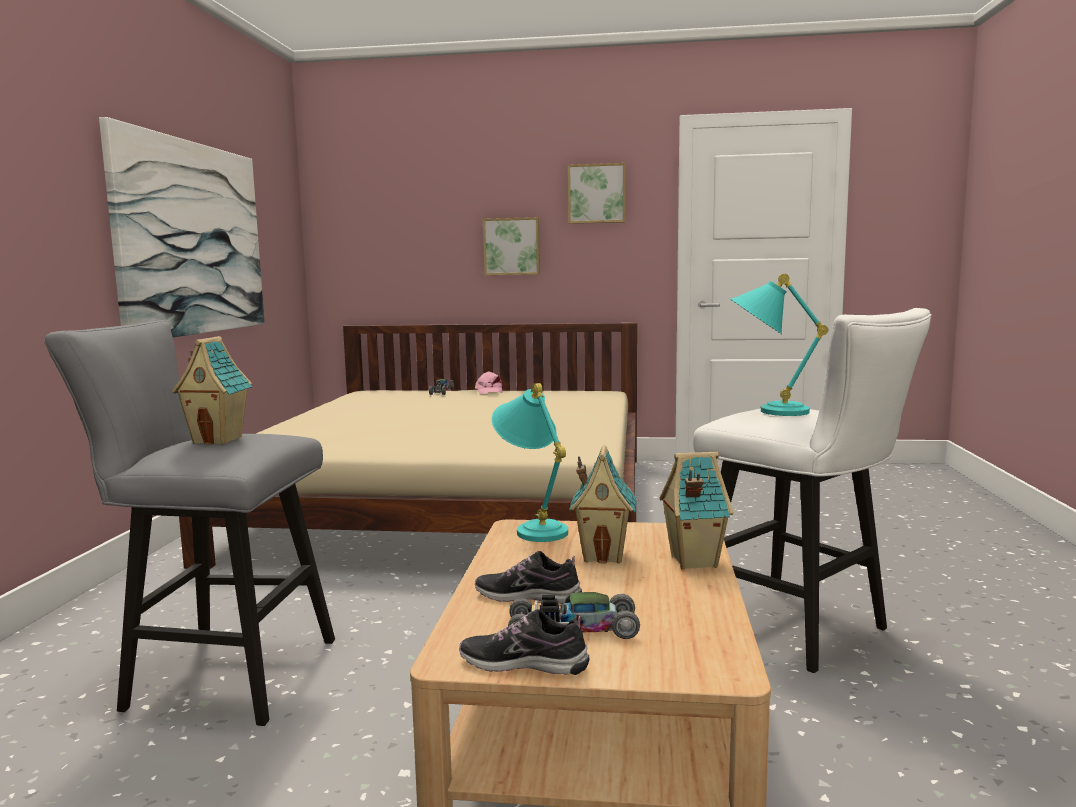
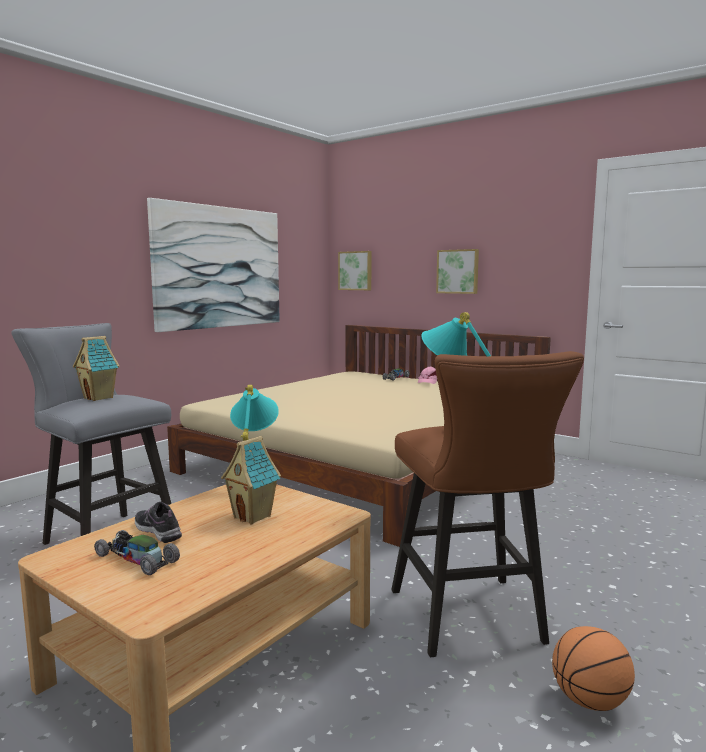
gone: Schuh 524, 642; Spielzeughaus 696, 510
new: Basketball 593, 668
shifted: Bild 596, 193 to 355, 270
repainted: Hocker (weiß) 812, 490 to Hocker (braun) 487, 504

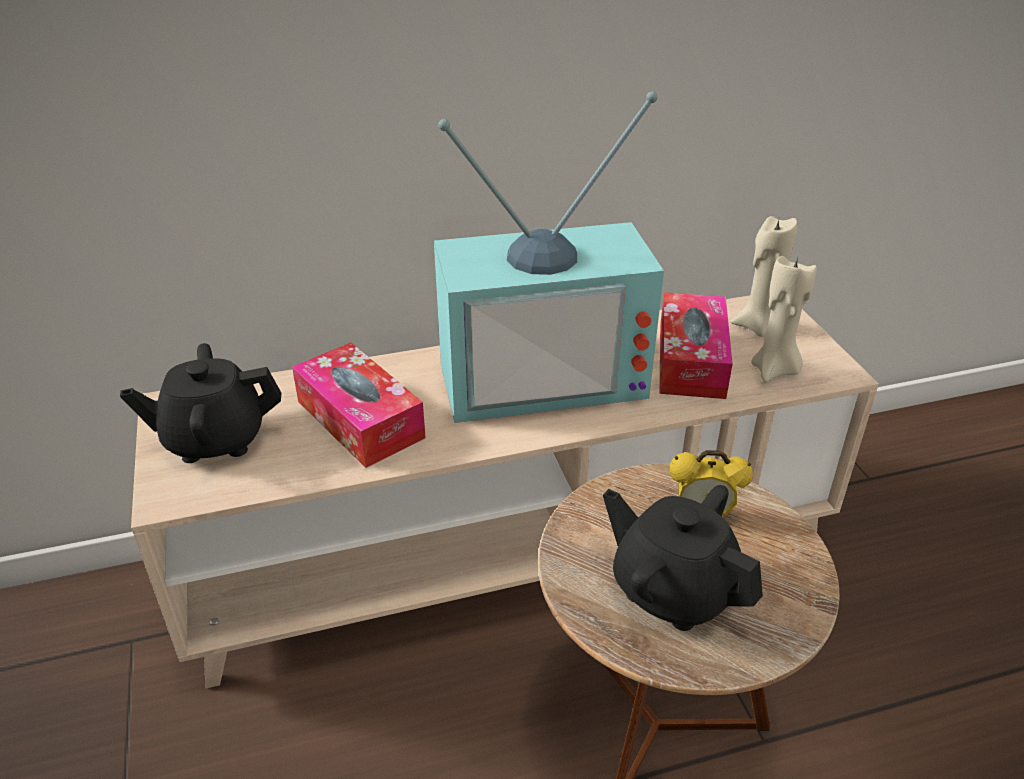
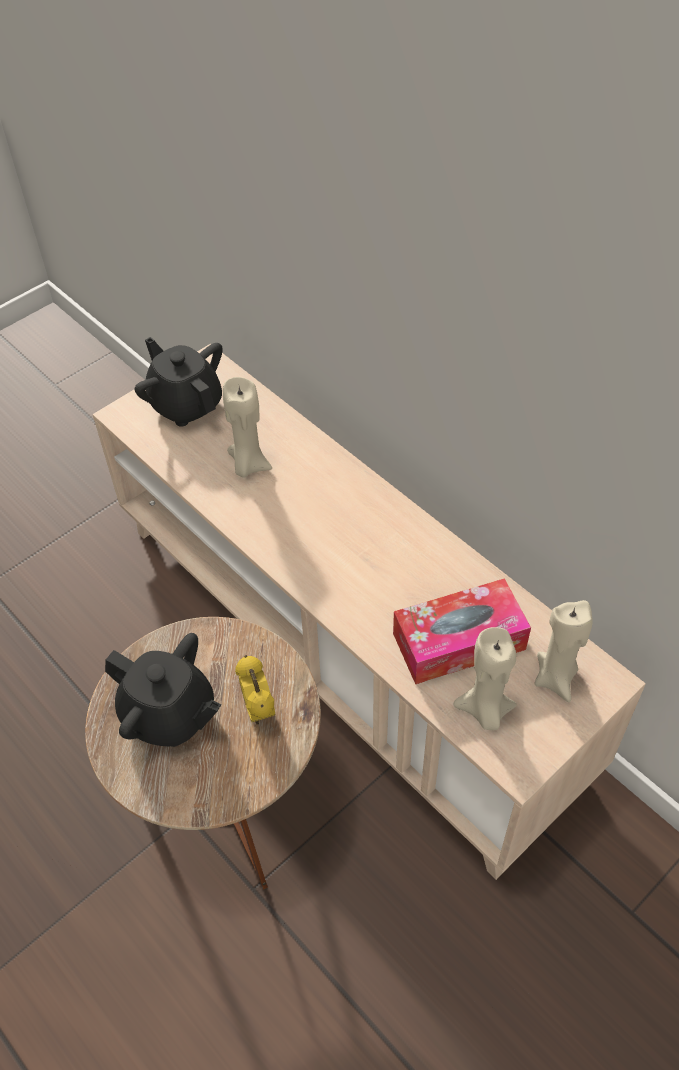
gone: Fernseher 549, 257
swapped: Taschentuchbox 359, 405 to Kerze (beige) 247, 427
rotated: Teekanne (schwarz) 683, 558 = 163, 690 105 degrees clockwise

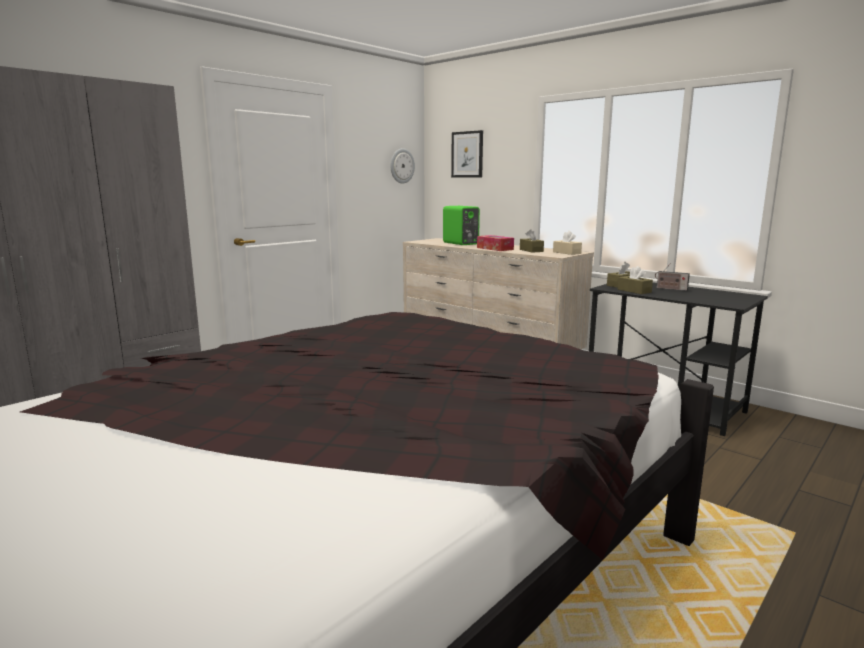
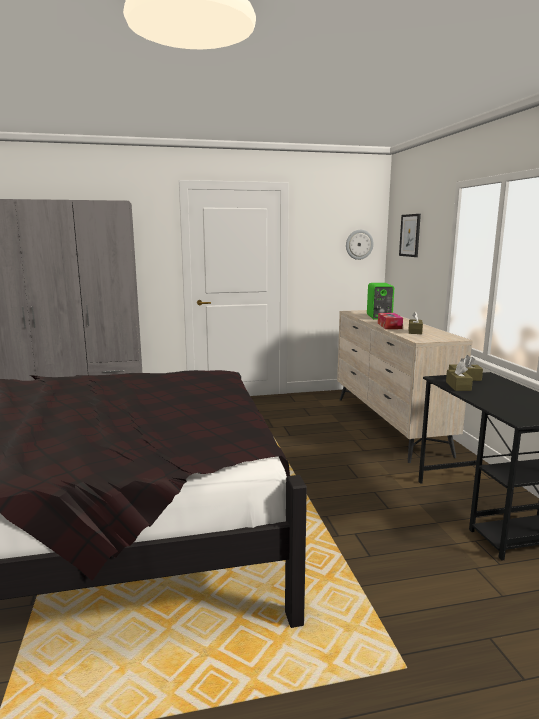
gone: Taschentuchbox (beige) 567, 243; Radio 672, 277

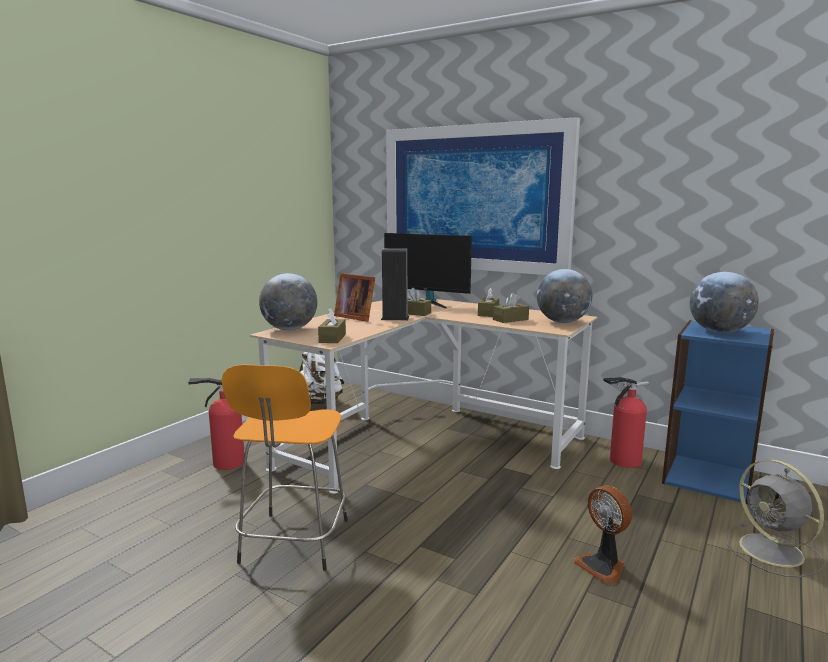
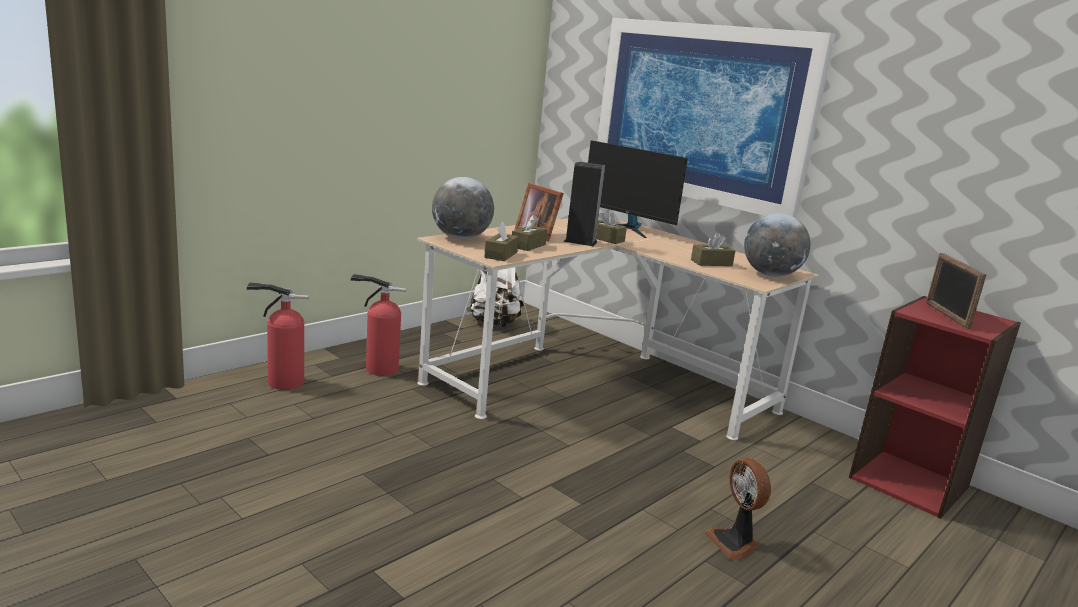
gone: Hocker (orange) 285, 468; Ventilator (grau) 775, 518
shifted: Taschentuchbox (braun) 488, 302 to 530, 233; Feuerlöscher 626, 422 to 278, 336
swapped: Globus 724, 302 to Bilderrahmen 956, 291
repainted: Bücherregal (blau) 718, 412 to Bücherregal (rot) 935, 407

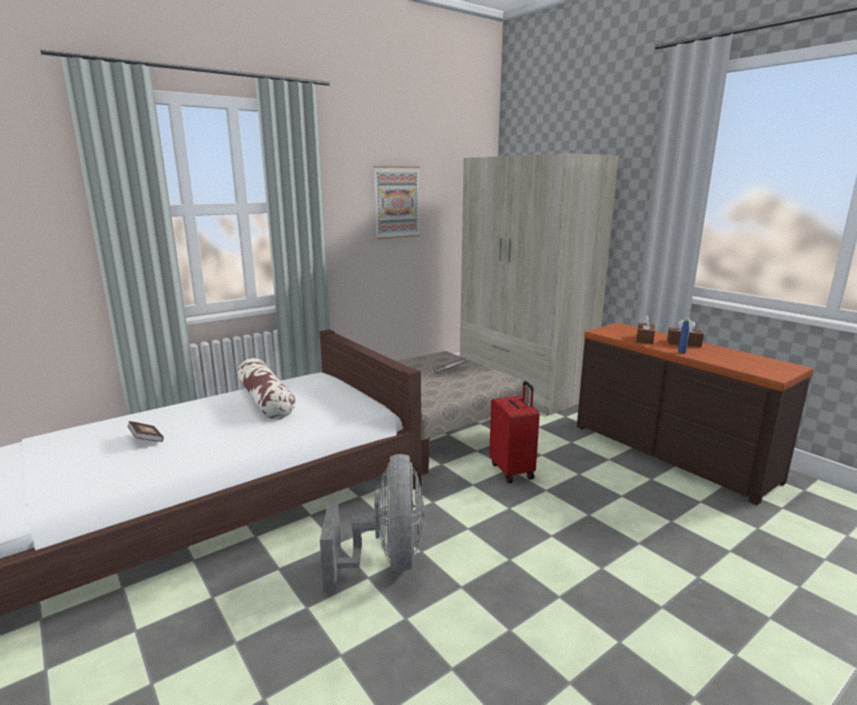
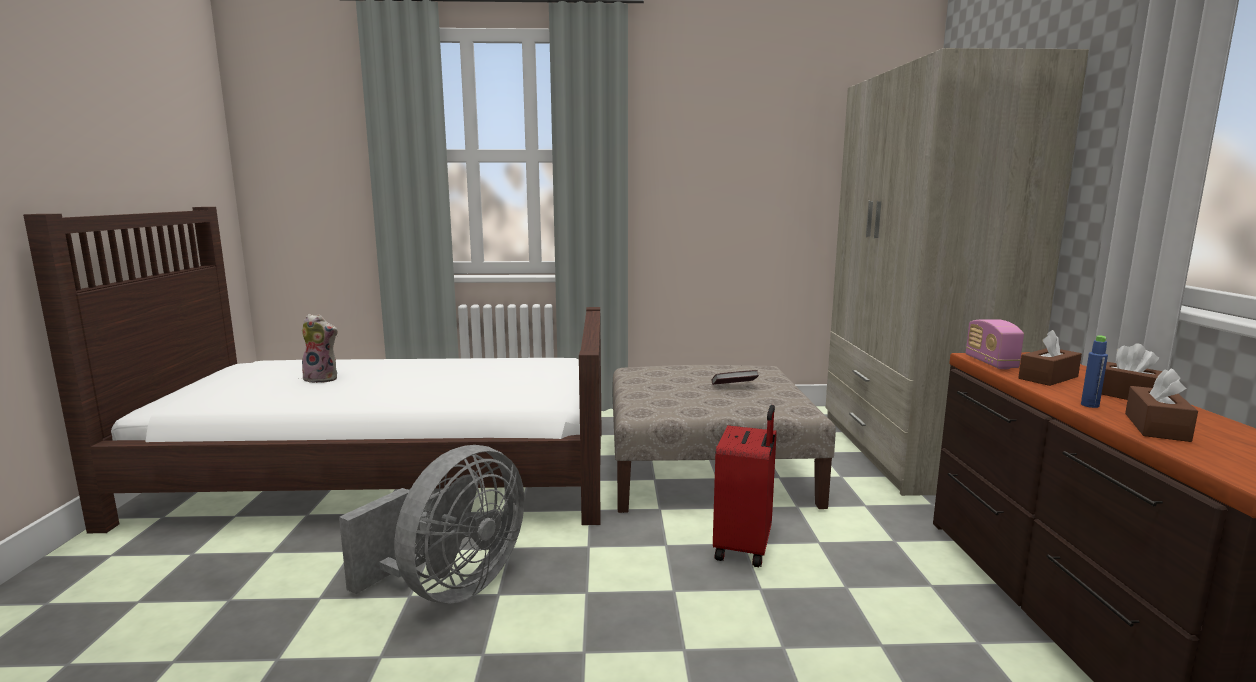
gone: Kissen 266, 389; Bild 396, 202
new: Radio 995, 344; Taschentuchbox (braun) 1161, 405
swapped: Buch 145, 431 to Plüschtier 320, 348

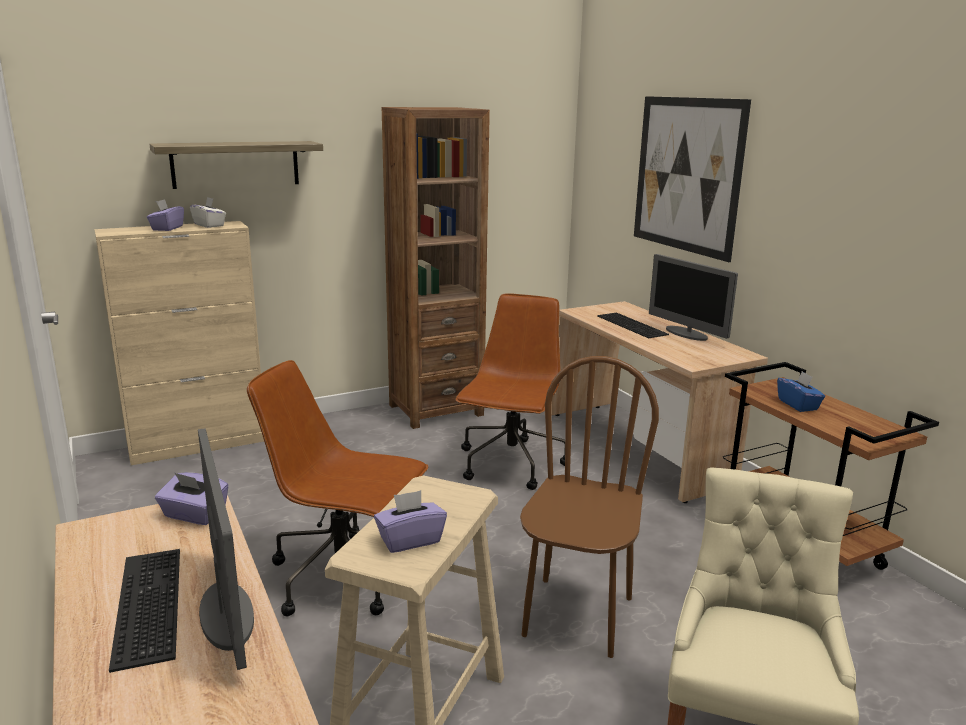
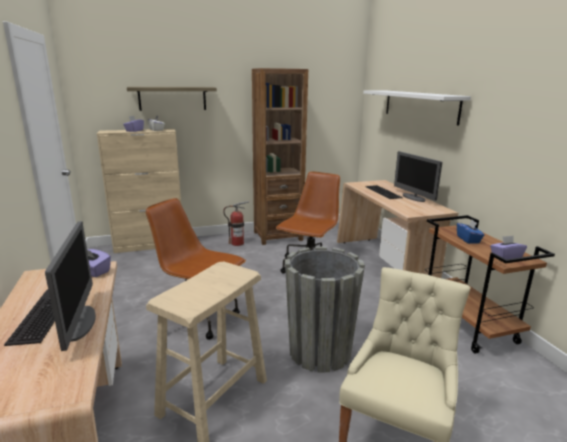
new: Feuerlöscher 236, 223
shifted: Taschentuchbox (lila) 410, 521 to 508, 247
swapped: Stuhl (braun) 589, 507 to Pflanzkübel (grau) 325, 309; Bild 692, 179 to Wandregal (weiß) 417, 108

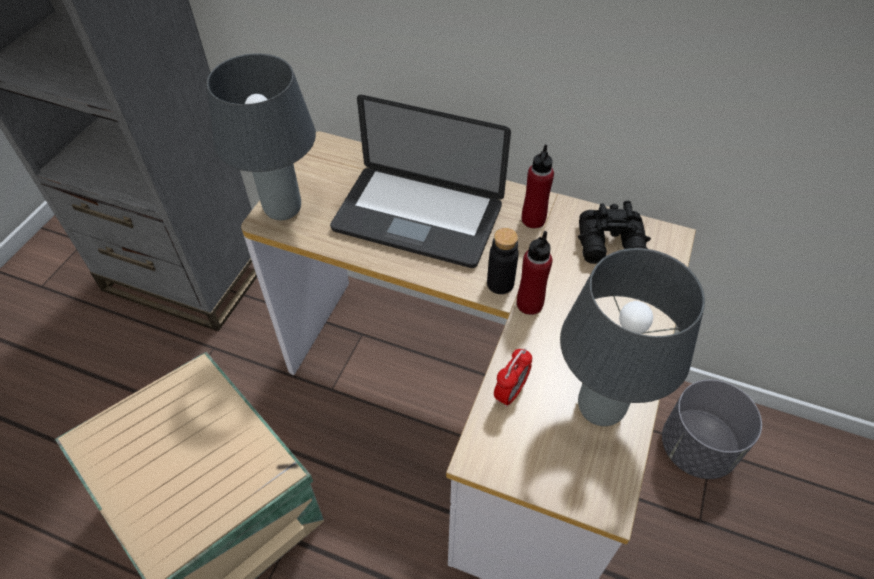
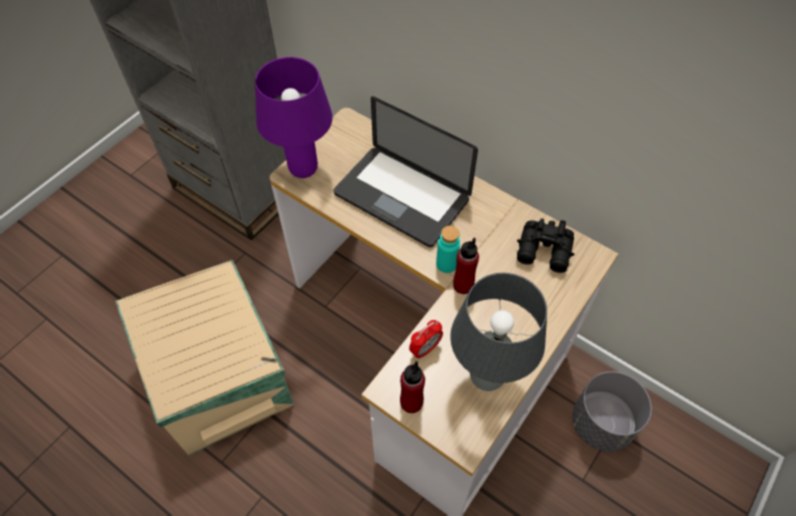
shifted: Flasche (rot) 538, 186 to 412, 387
repainted: Tischlampe (grau) 261, 136 to Tischlampe (lila) 293, 117; Flasche (schwarz) 503, 261 to Flasche (türkis) 448, 249

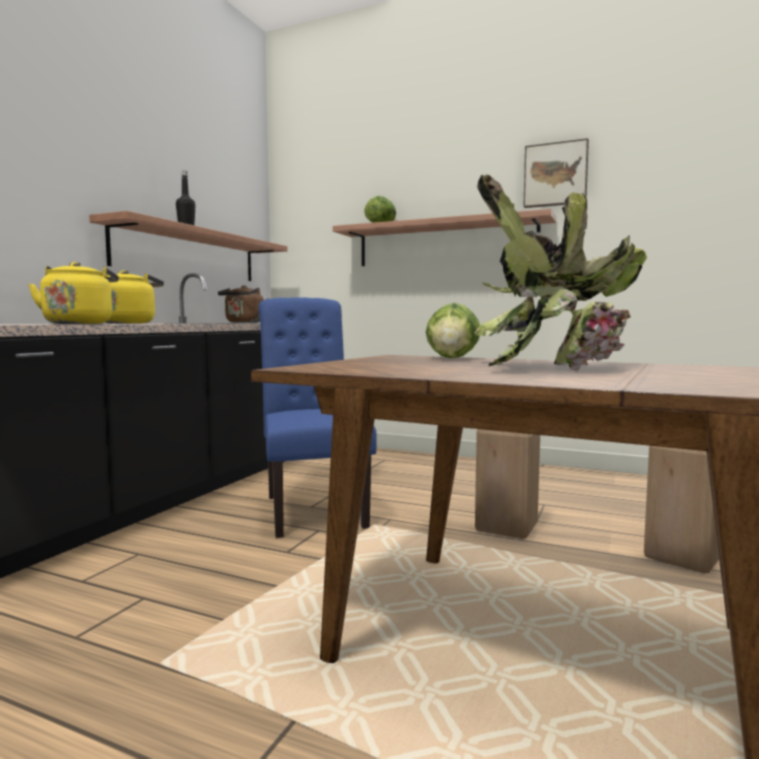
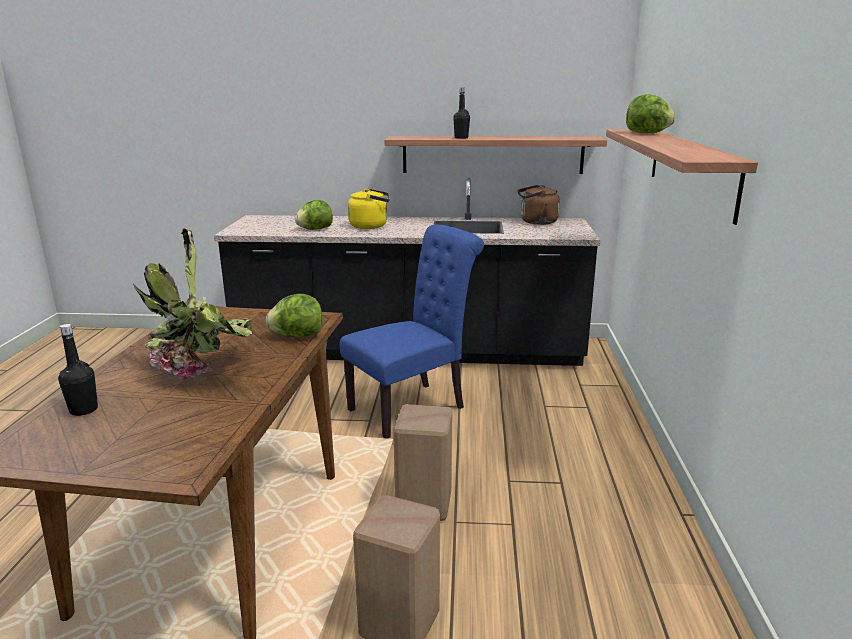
gone: Bild 556, 173
new: Flasche (schwarz) 78, 370
swapped: Wasserkessel (gelb) 73, 293 to Salatkopf 314, 215

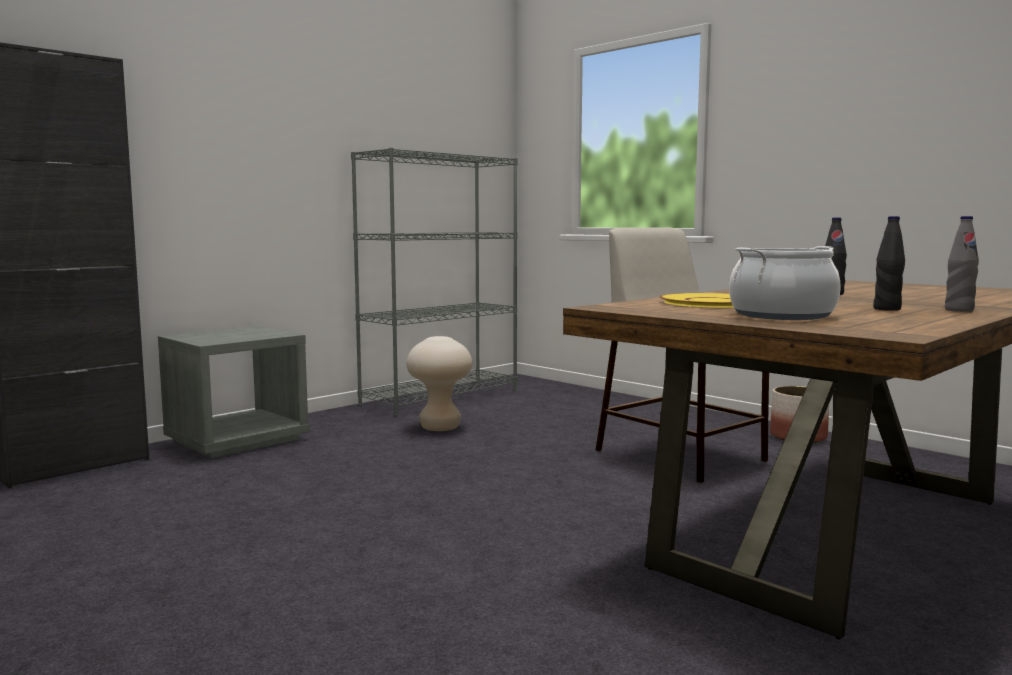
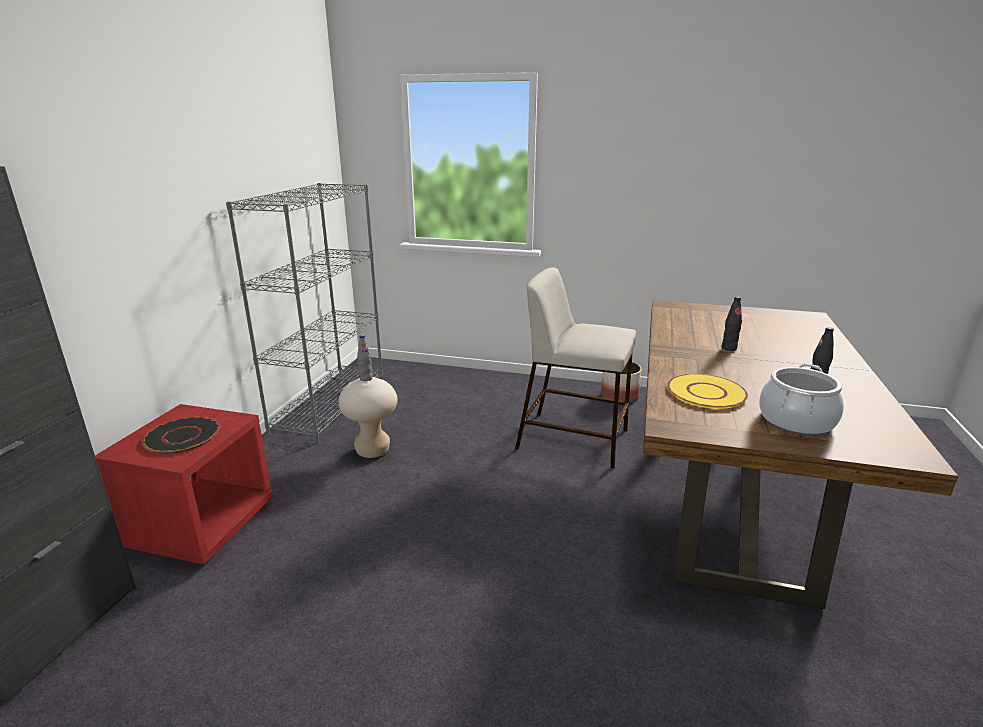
new: Teller (schwarz) 181, 435
shifted: Flasche (grau) 962, 264 to 365, 358
repainted: Nachttisch (grau) 233, 392 to Nachttisch (rot) 184, 484

